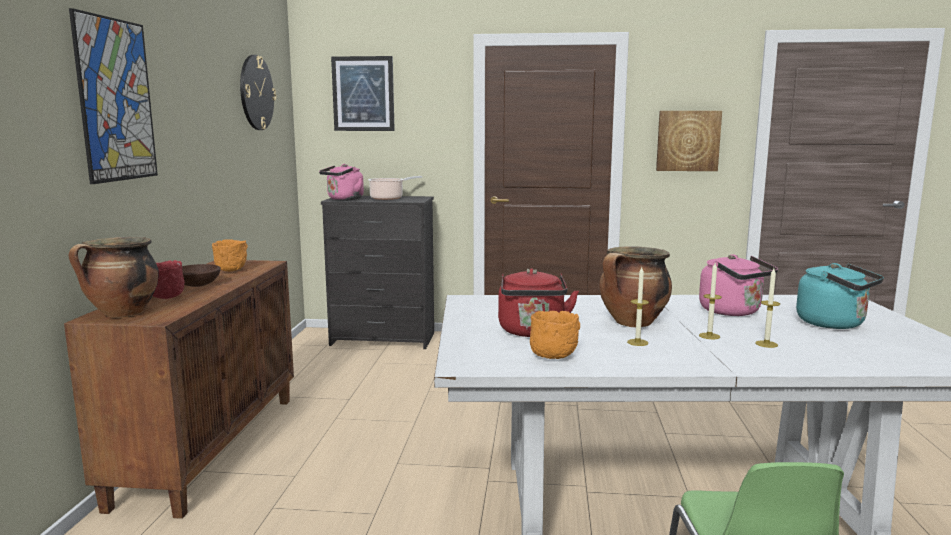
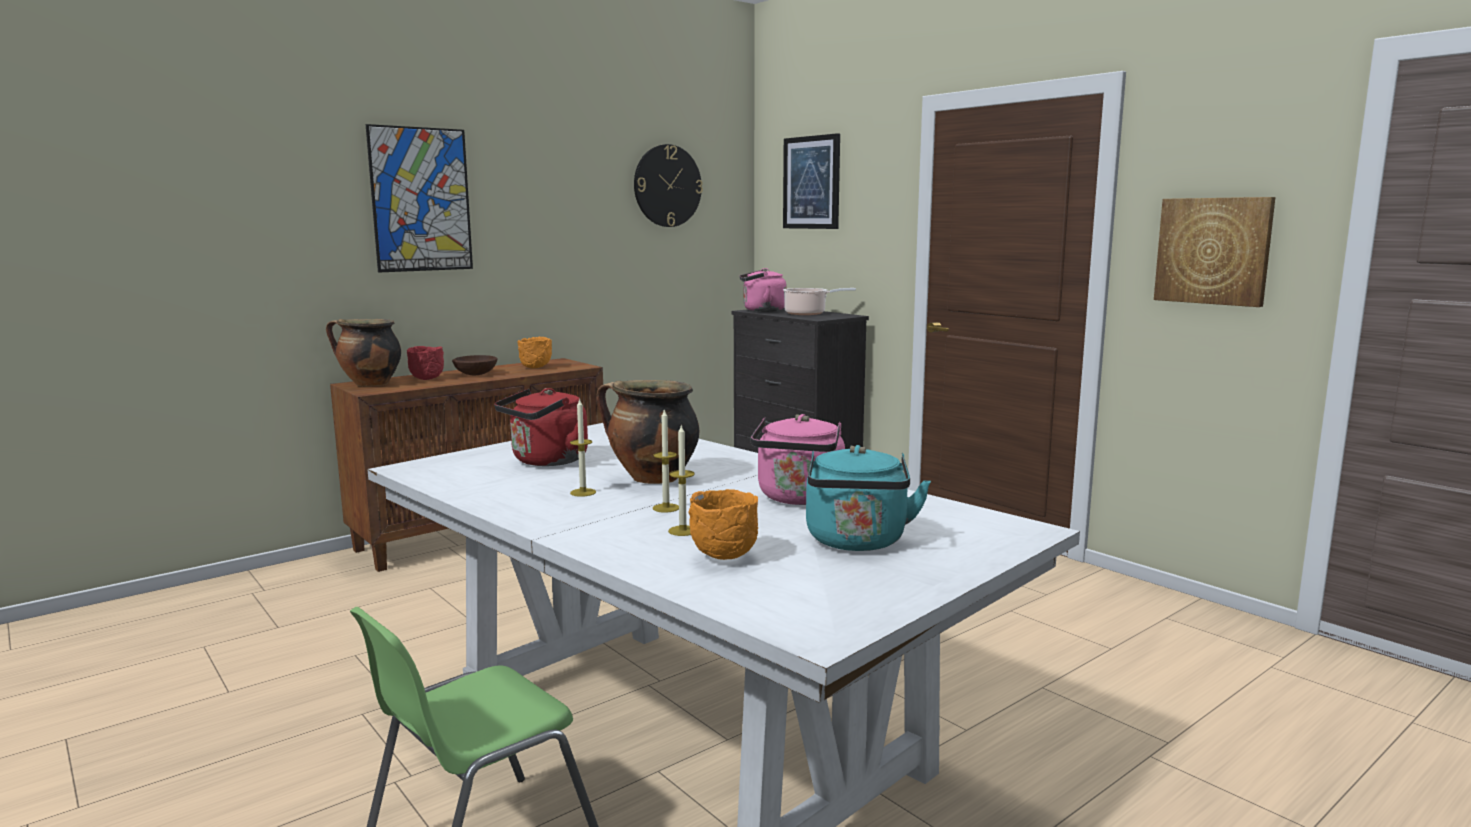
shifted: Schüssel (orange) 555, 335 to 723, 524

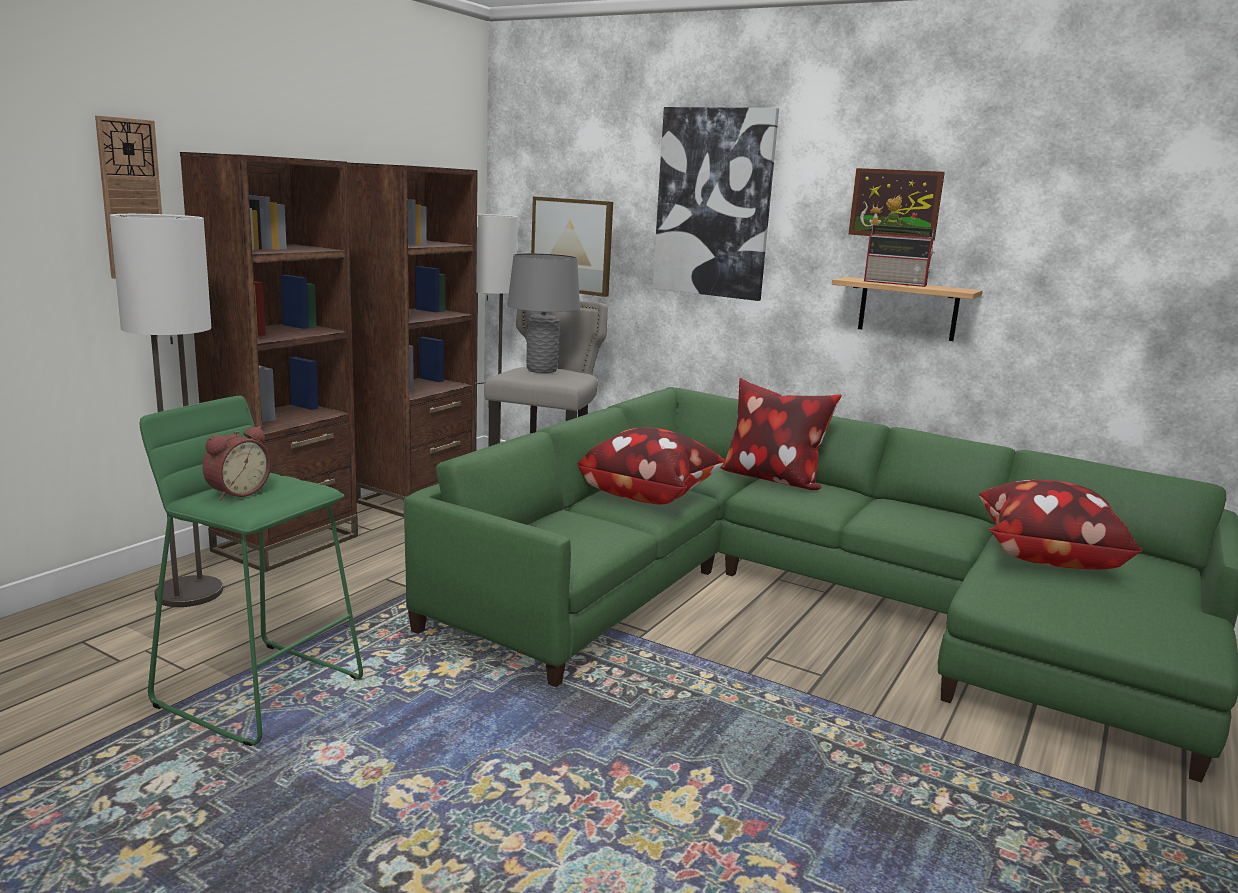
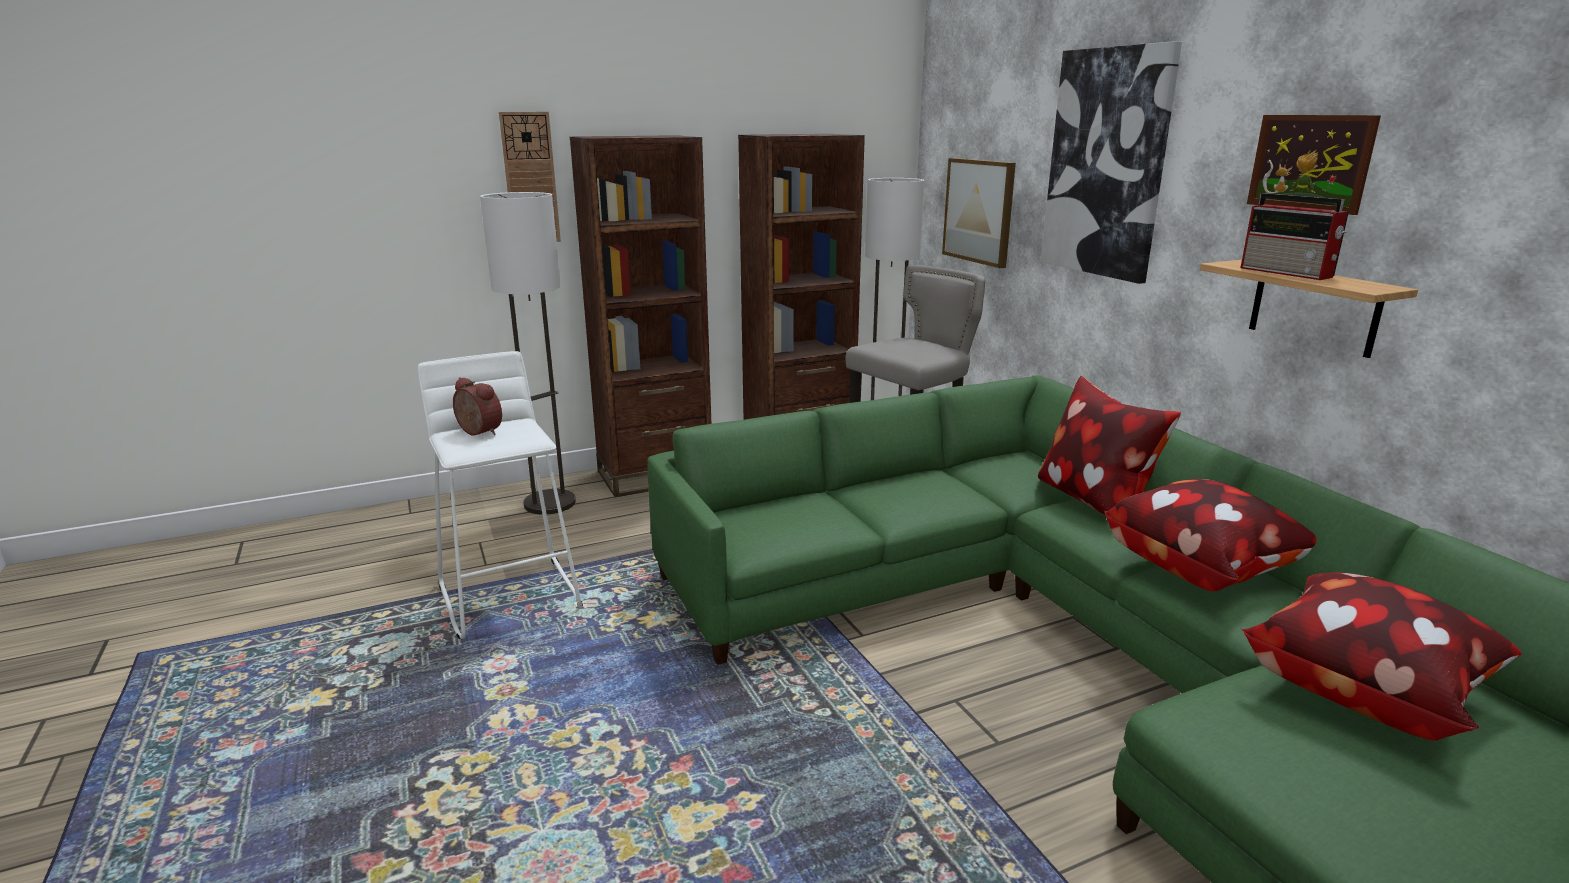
gone: Tischlampe (grau) 543, 313
shifted: Kissen 651, 466 to 1210, 535
repainted: Hocker (grün) 251, 571 to Hocker (weiß) 500, 495
rotated: Wecker 236, 463 = 477, 406 120 degrees counterclockwise

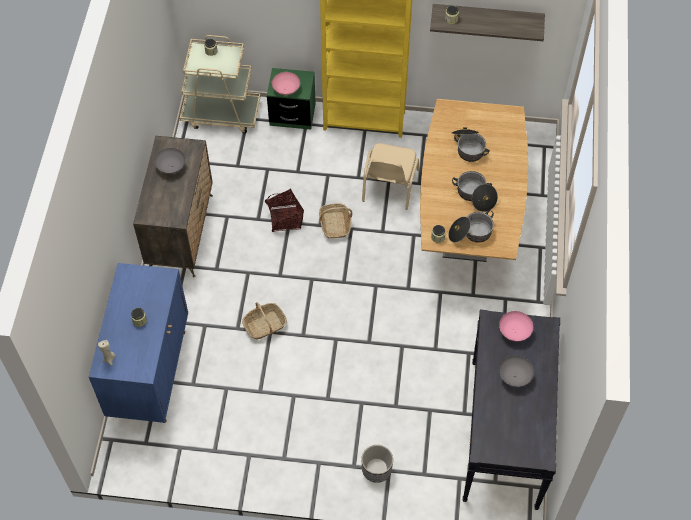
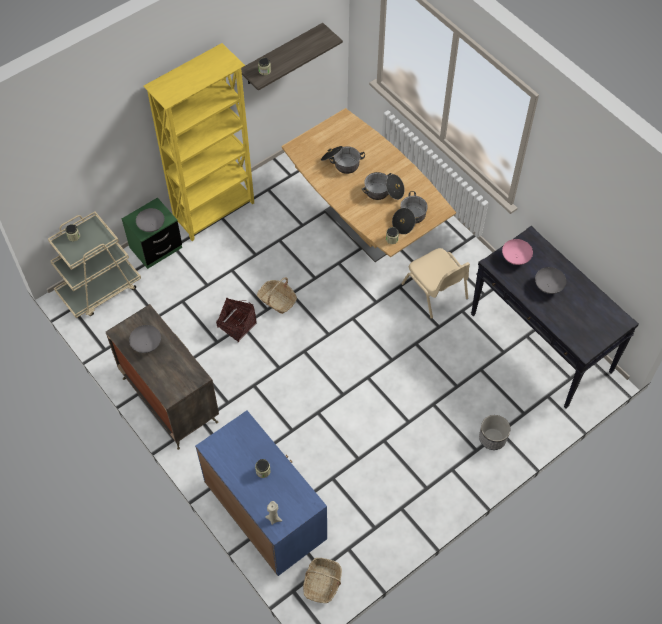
shifted: Korb 264, 321 to 322, 580; Stuhl (beige) 390, 176 to 435, 283
repainted: Schüssel (rosa) 286, 83 to Schüssel (grau) 150, 220

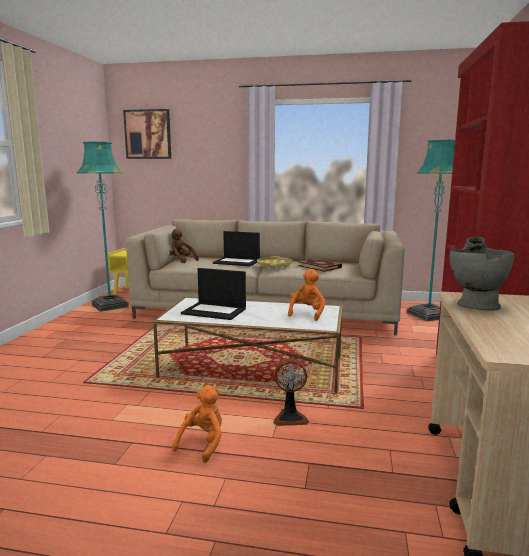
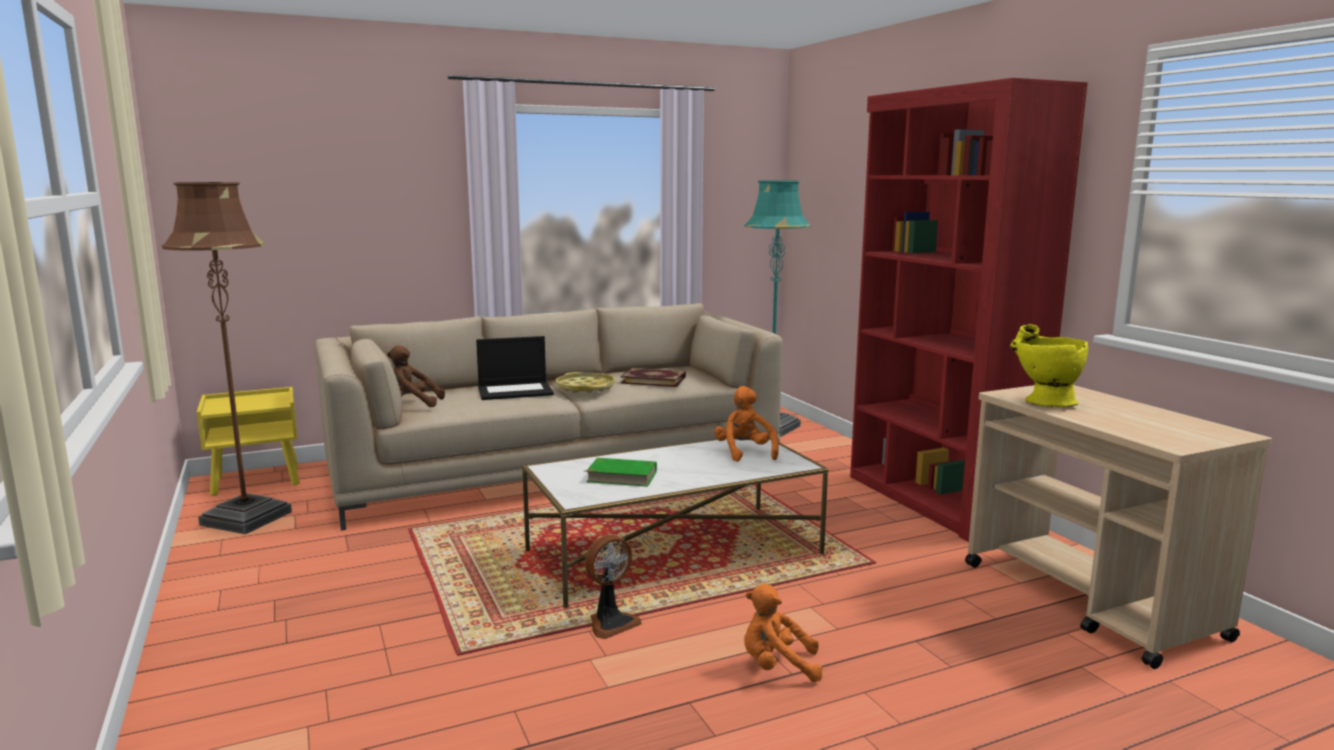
gone: Bild 147, 134
shifted: Ventilator 291, 392 to 613, 586
swapped: Laptop 213, 294 to Buch (grün) 620, 472
repainted: Stehlampe (türkis) 103, 227 to Stehlampe (braun) 227, 358; Vase (grau) 482, 274 to Vase (gelb) 1049, 365
rotated: Plüschtier (orange) 197, 424 = 783, 633 75 degrees counterclockwise

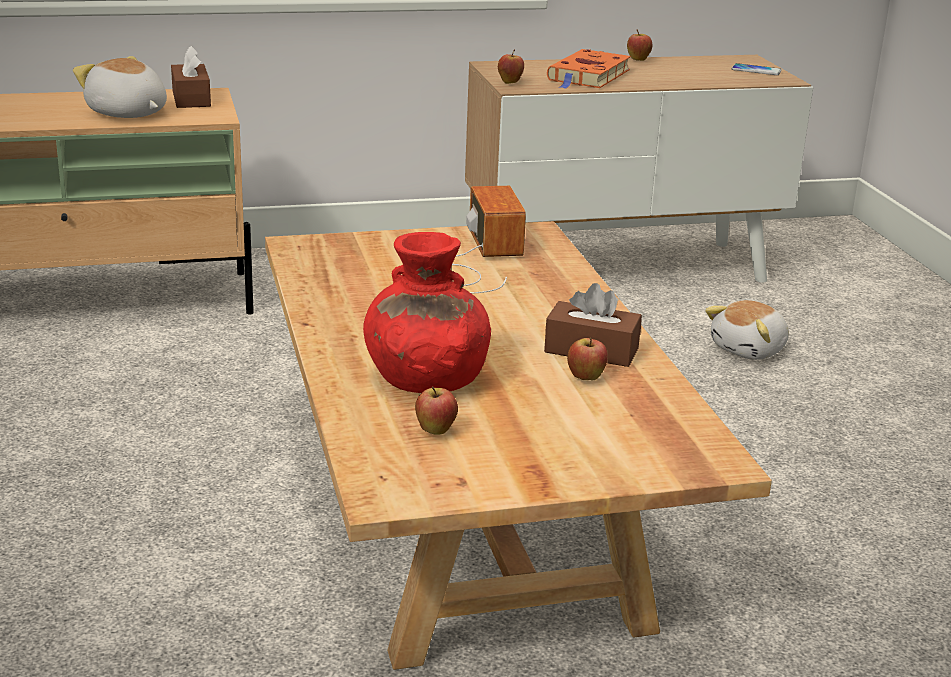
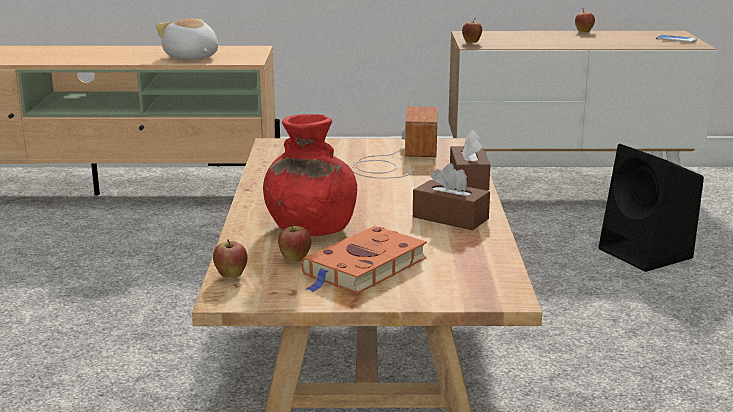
shifted: Taschentuchbox (braun) 191, 77 to 470, 160; Buch (orange) 589, 69 to 364, 260; Apfel 587, 358 to 230, 259
swapped: Plüschtier 747, 330 to Lautsprecher (schwarz) 651, 208

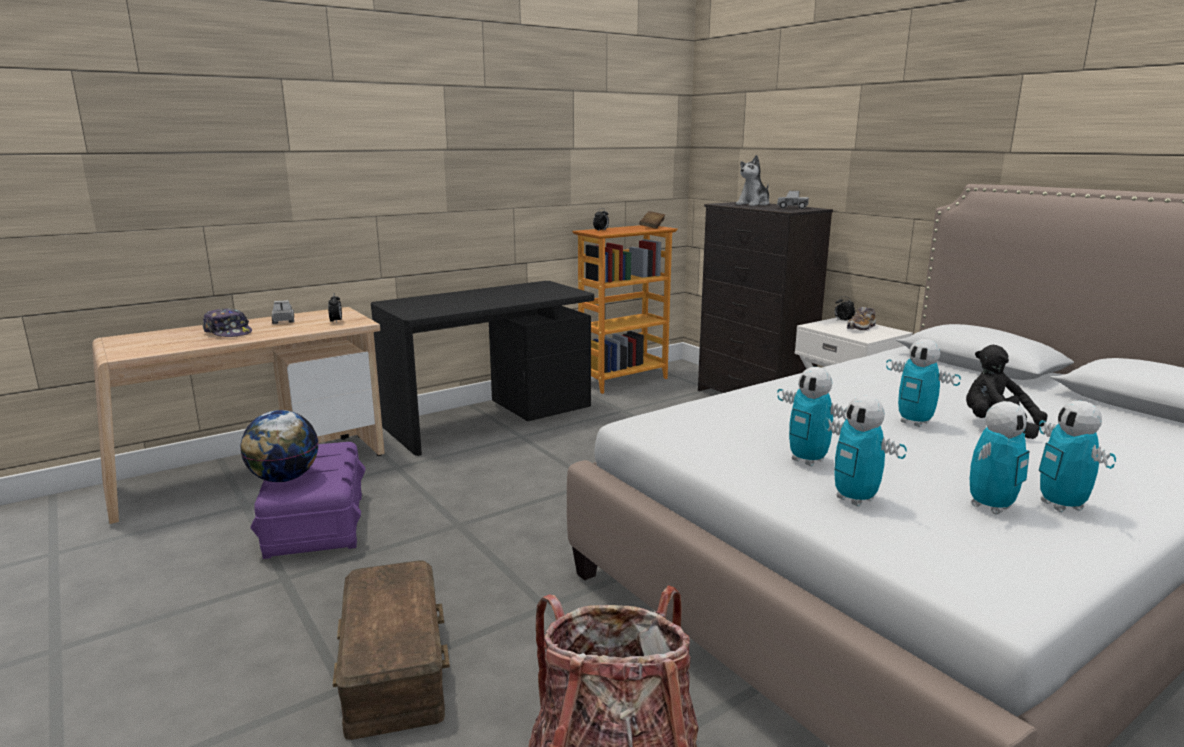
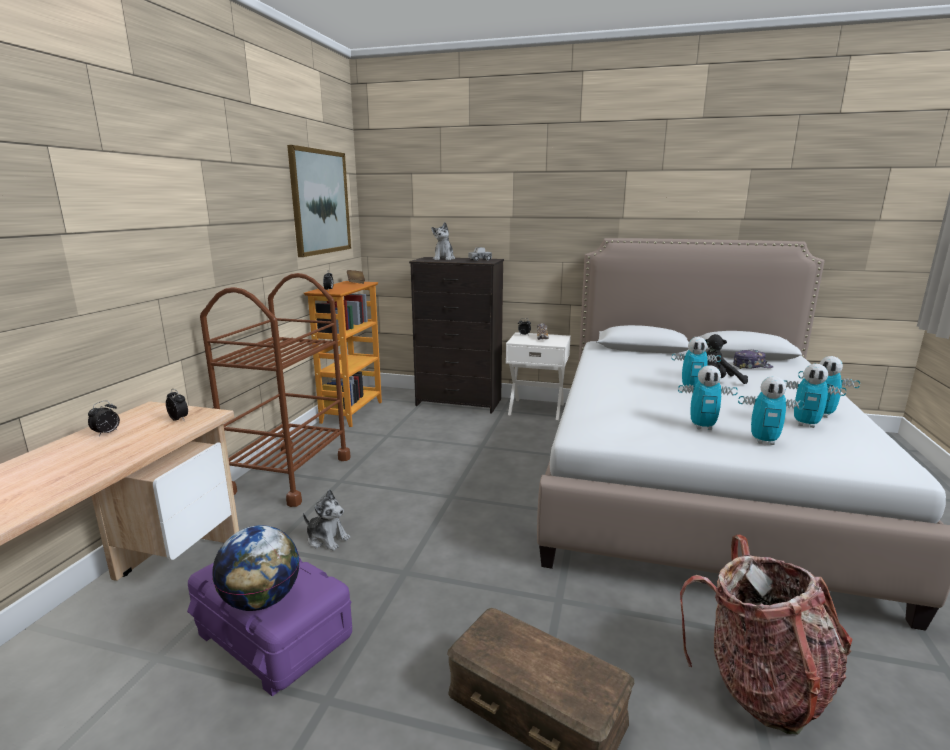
new: Bild 319, 201; Plüschtier 326, 520
shifted: Kappe 227, 322 to 753, 359
swapped: Spielzeuglaster 283, 312 to Wecker 104, 419; Schreibtisch (schwarz) 482, 368 to Rollwagen (braun) 275, 390
rotated: Spielzeugroboter 999, 457 = 815, 396 105 degrees clockwise

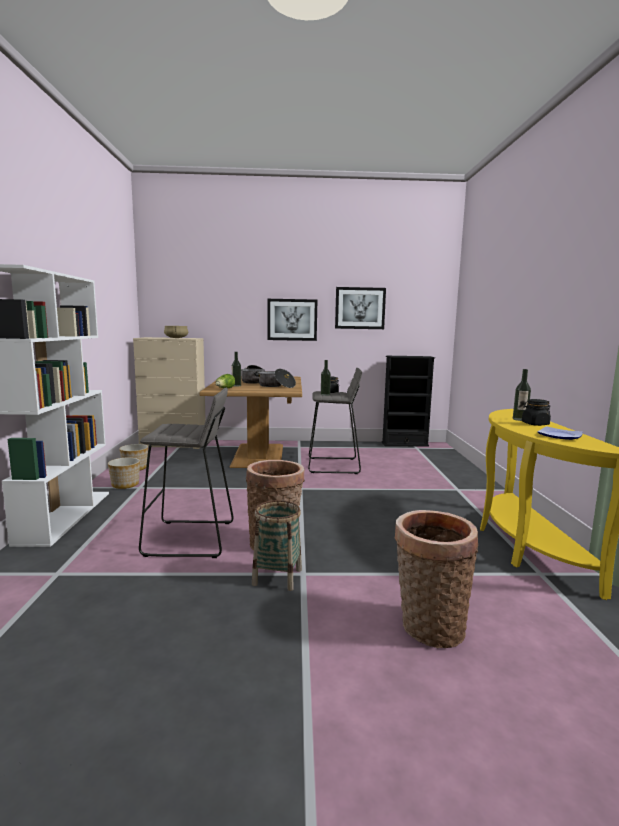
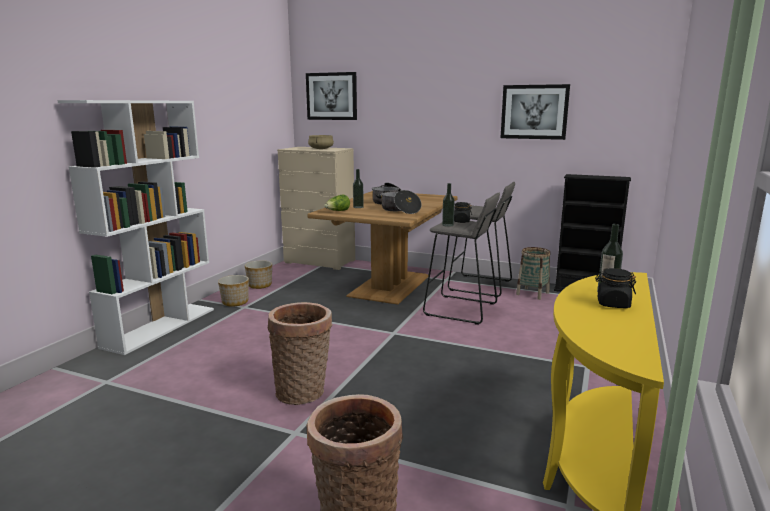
gone: Teller 560, 433
shifted: Hocker (grau) 186, 473 to 481, 239; Korb 277, 545 to 533, 273; Bild 292, 320 to 331, 96

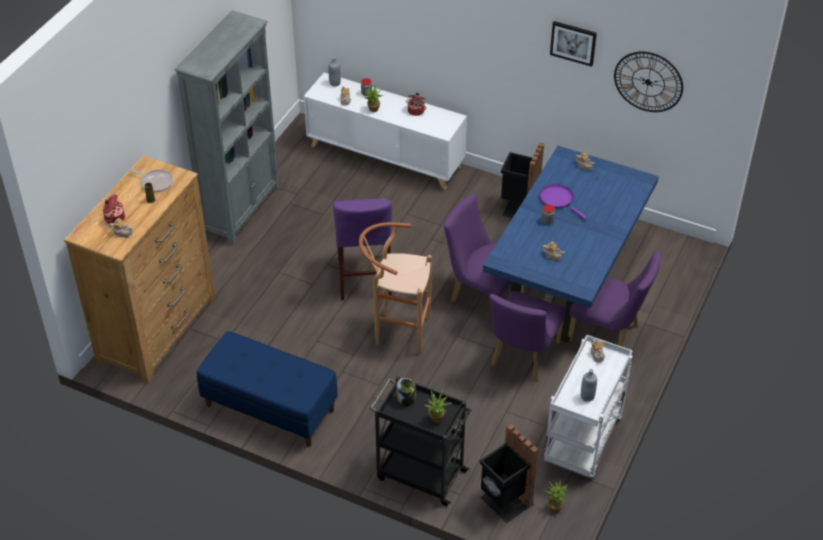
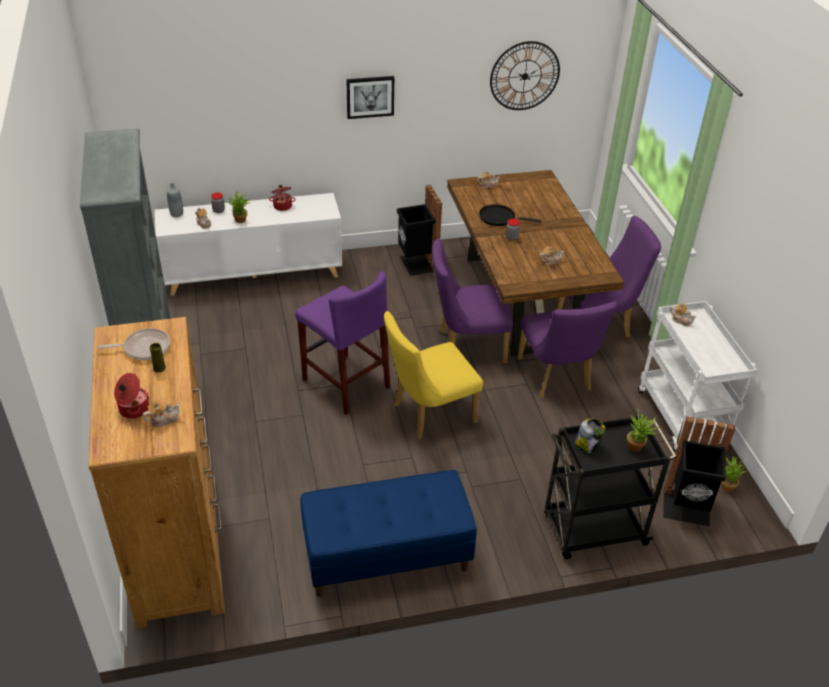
gone: Flasche (grau) 589, 385
shifted: Bild 573, 44 to 370, 97
swapped: Hocker (braun) 395, 288 to Stuhl (gelb) 433, 376
repainted: Esstisch (blau) 571, 244 to Esstisch (braun) 535, 263; Pfanne (lila) 563, 201 to Pfanne (schwarz) 510, 215

